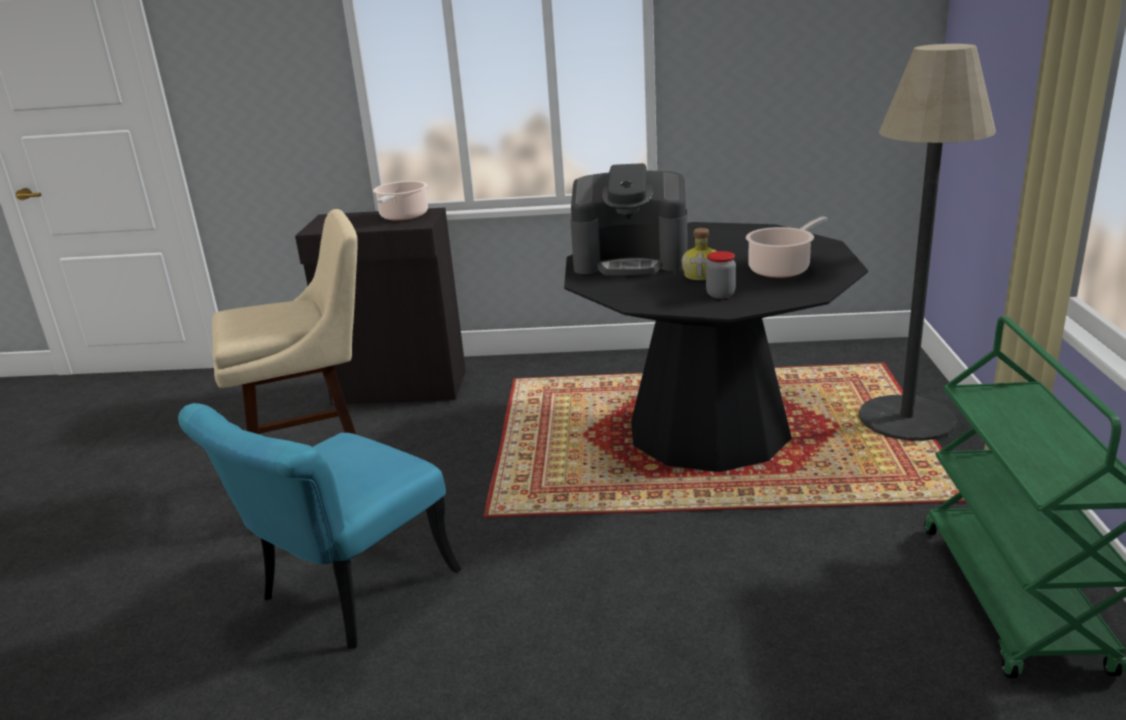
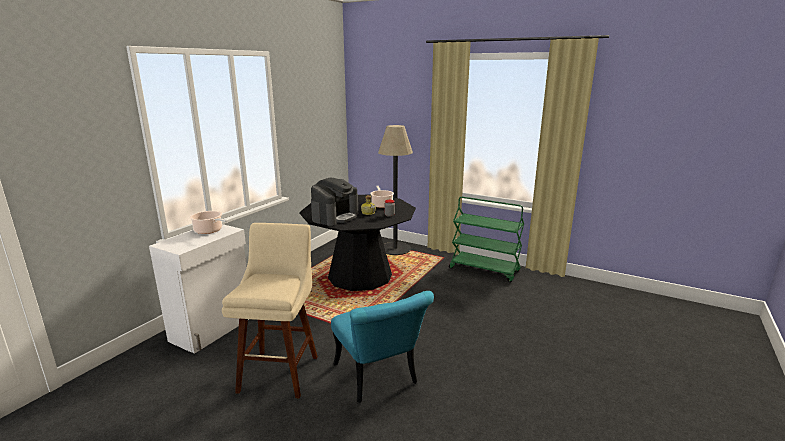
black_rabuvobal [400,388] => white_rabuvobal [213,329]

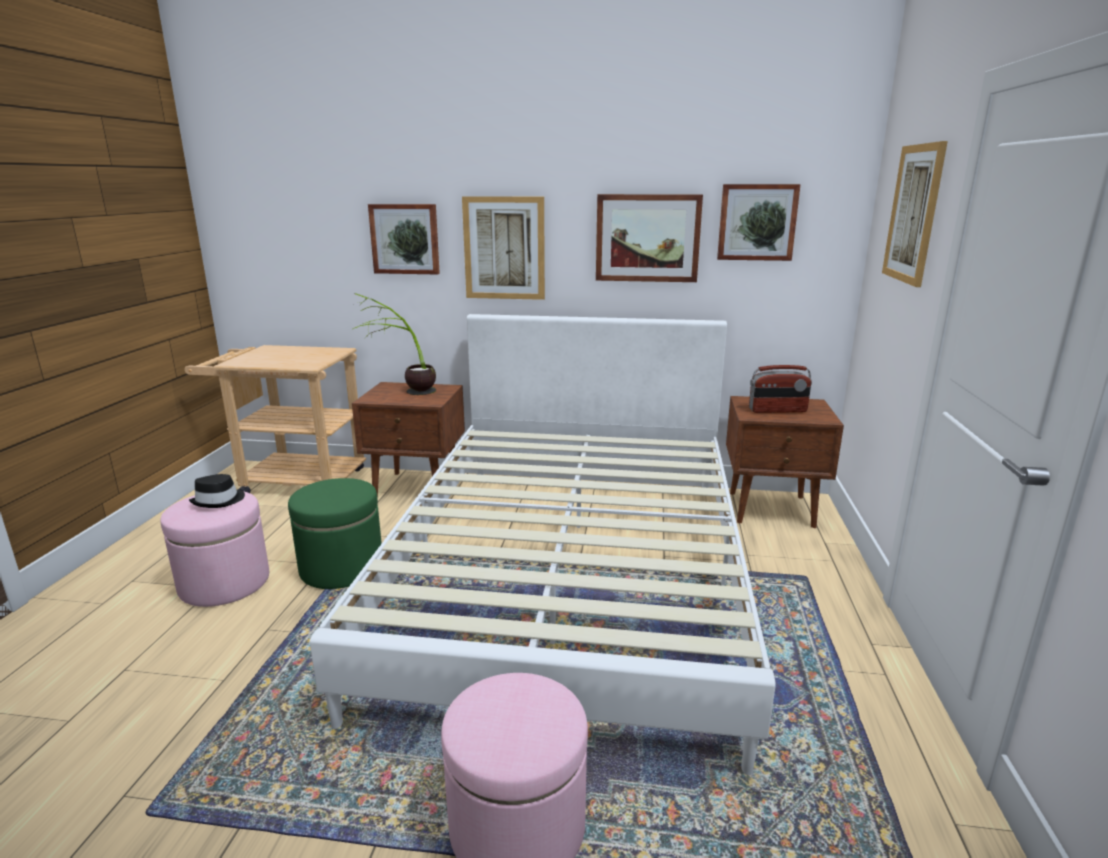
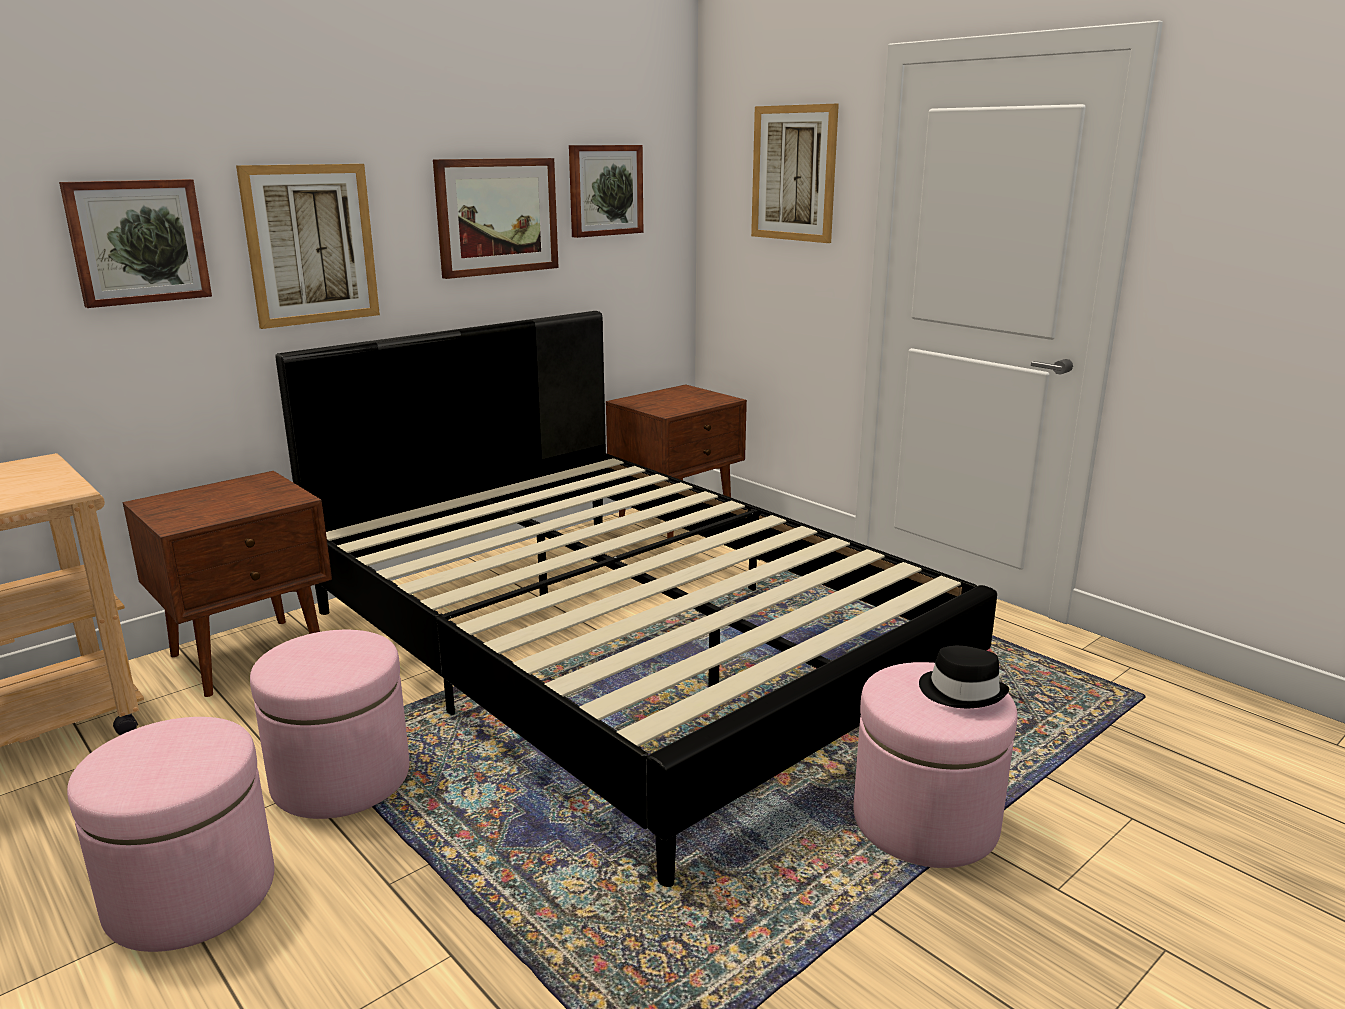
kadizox [403,393] => nothing
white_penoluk [572,577] => black_penoluk [621,647]
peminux [777,410] => nothing
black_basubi [219,501] => black_basubi [962,692], relocated
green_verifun [341,567] => pink_verifun [341,778]

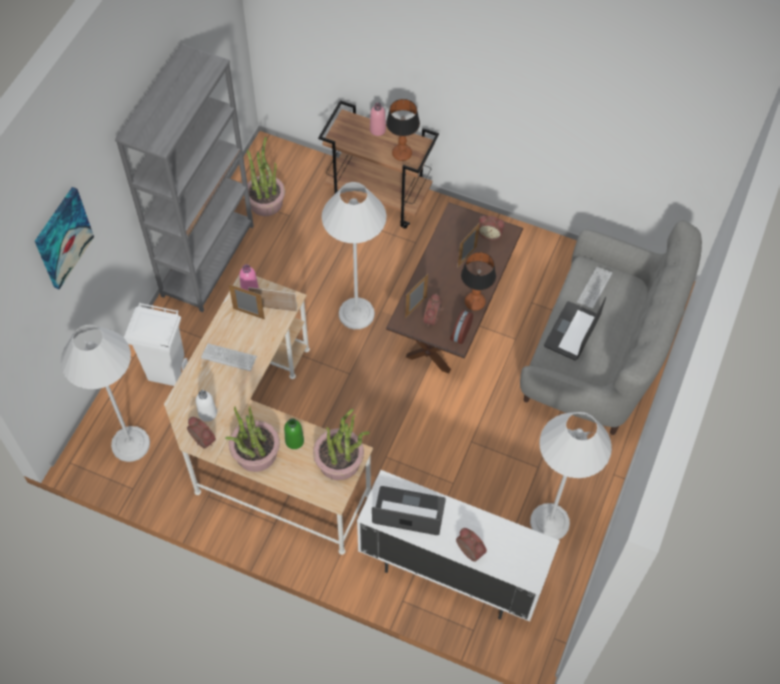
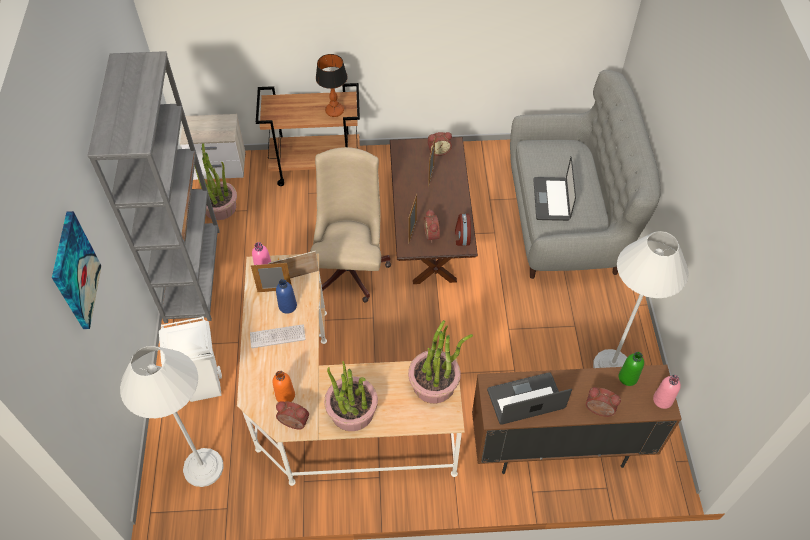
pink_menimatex [377,130] => pink_menimatex [662,400], relocated
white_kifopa [356,313] => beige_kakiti [350,266]
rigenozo [474,303] => nothing
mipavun [594,288] => nothing
white_menimatex [207,413] => orange_menimatex [285,395]
green_menimatex [294,441] => green_menimatex [628,377], relocated
white_rabuvobal [450,573] => brown_rabuvobal [558,447]
nothing => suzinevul [220,166]
nothing => blue_menimatex [287,306]

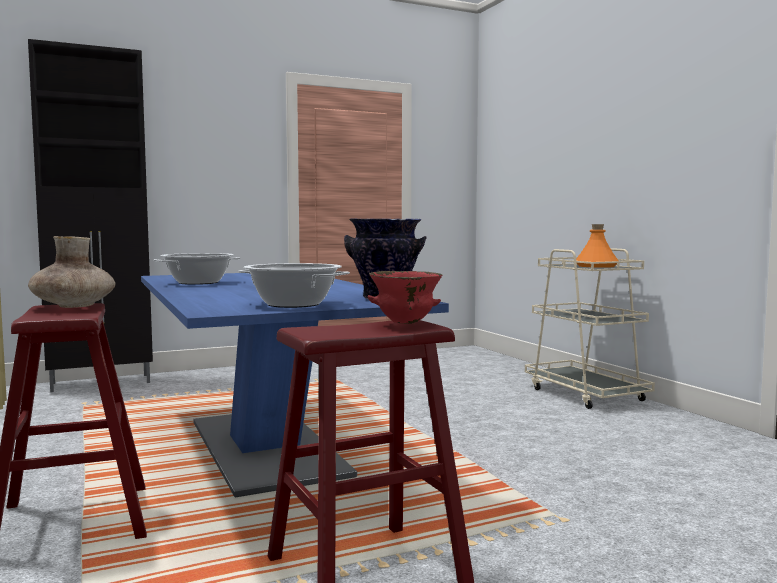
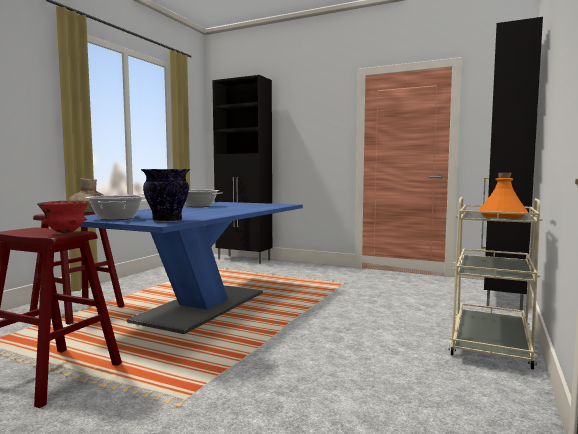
nothing => black_rabuvobal [502,299]

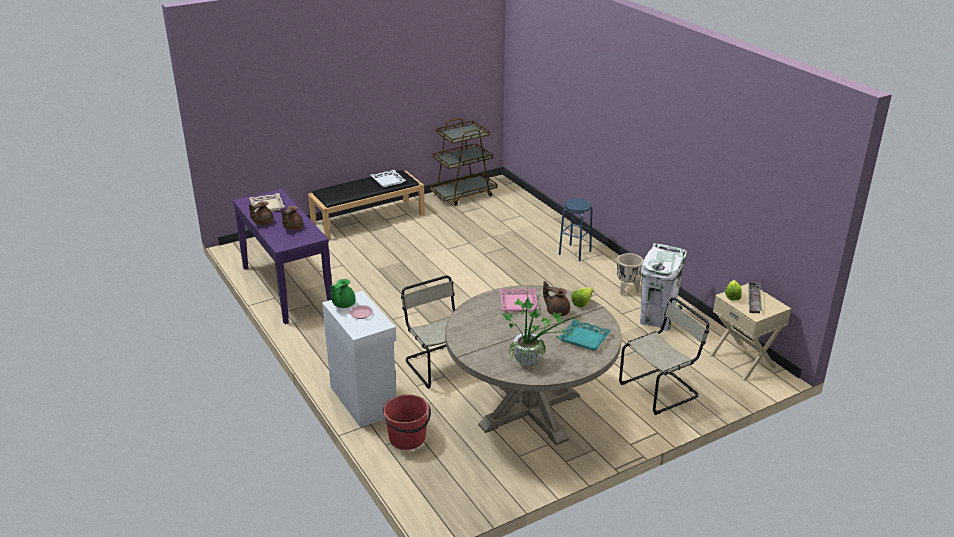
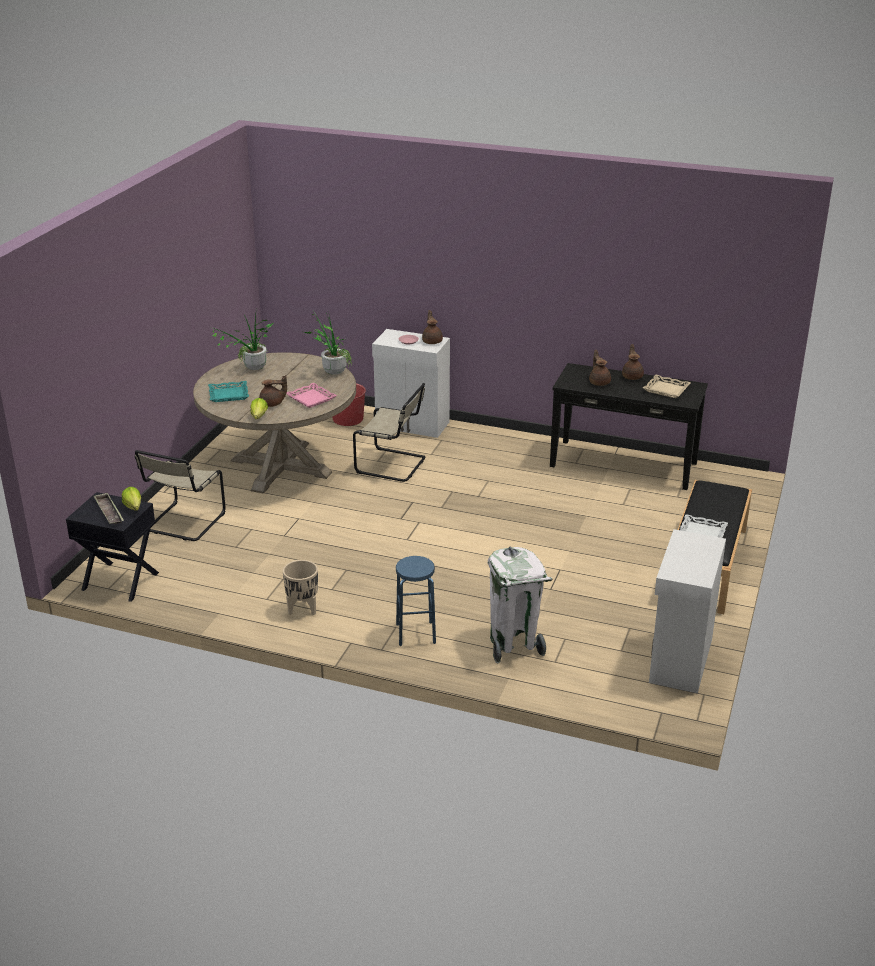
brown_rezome [463,194] => white_rabuvobal [679,661]
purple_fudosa [286,288] => black_fudosa [623,464]
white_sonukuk [657,320] => white_sonukuk [514,644], relocated
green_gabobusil [343,304] => brown_gabobusil [432,341]
beige_suzinevul [743,361] => black_suzinevul [120,582]
nothing => kadizox [331,371]

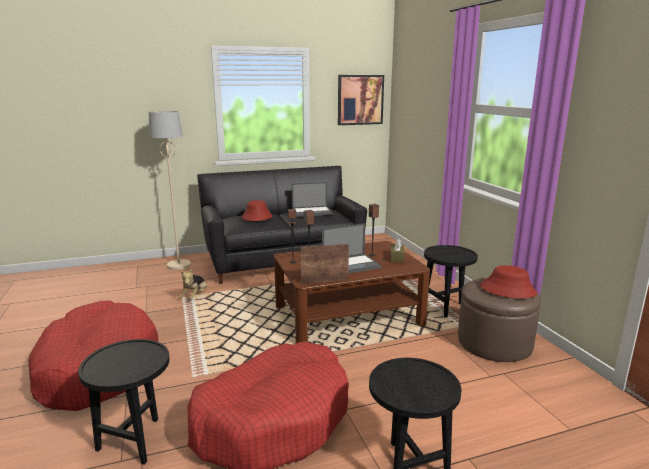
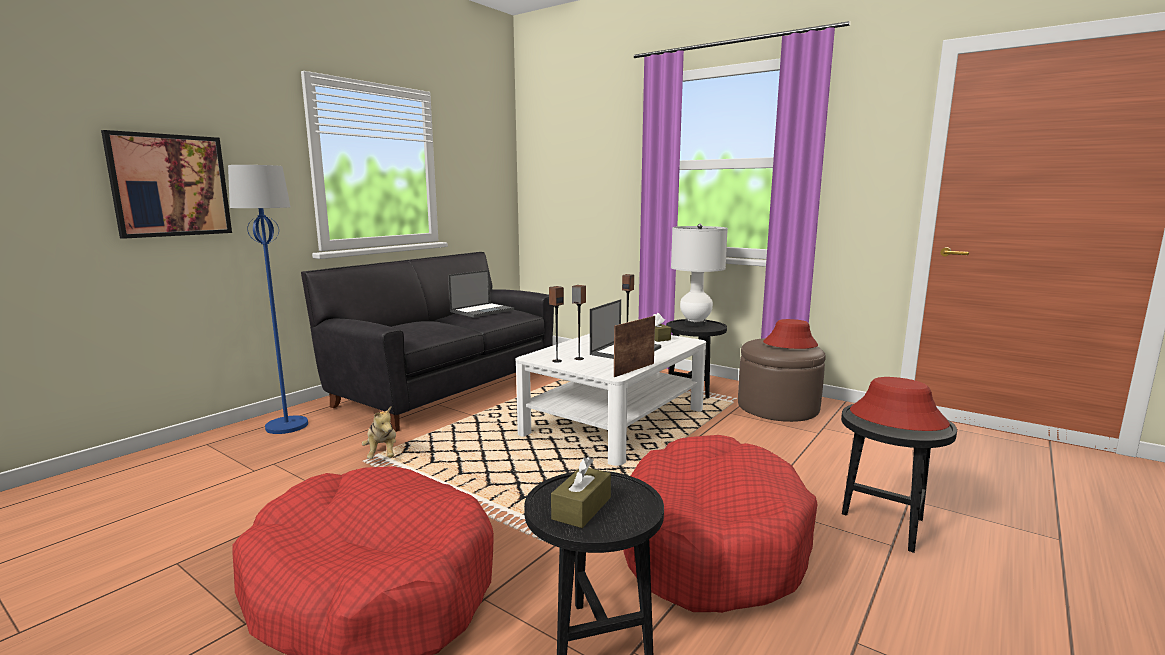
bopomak [360,100] => bopomak [170,185], relocated
beige_kifopa [179,265] => blue_kifopa [287,426]
red_basubi [256,217] => red_basubi [897,418], relocated
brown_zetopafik [348,315] => white_zetopafik [614,421]
nothing => white_rigenozo [695,324]
nothing => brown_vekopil [581,508]

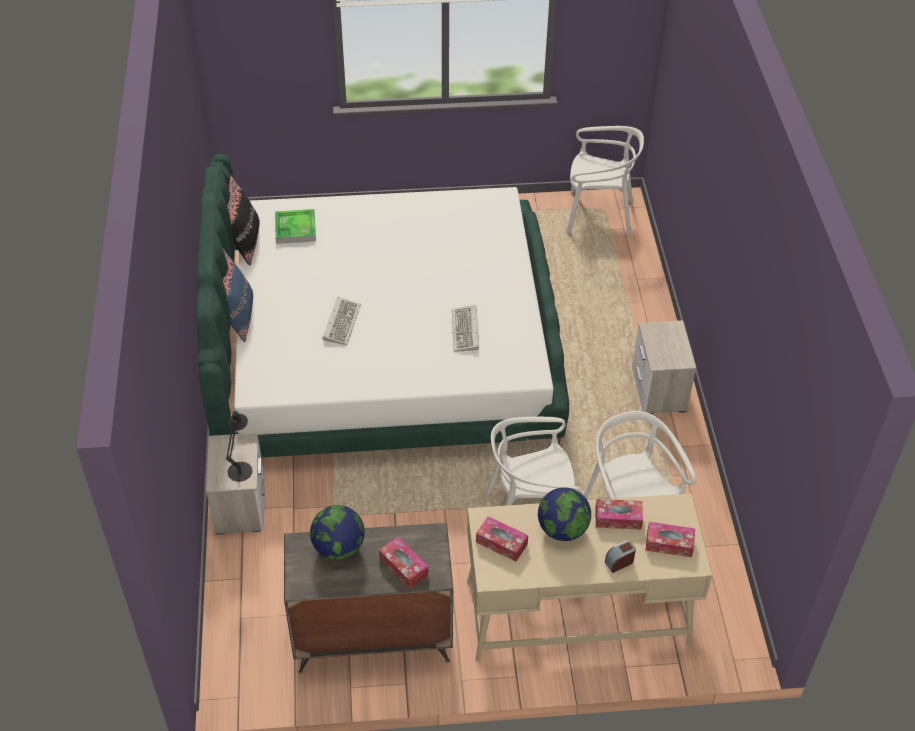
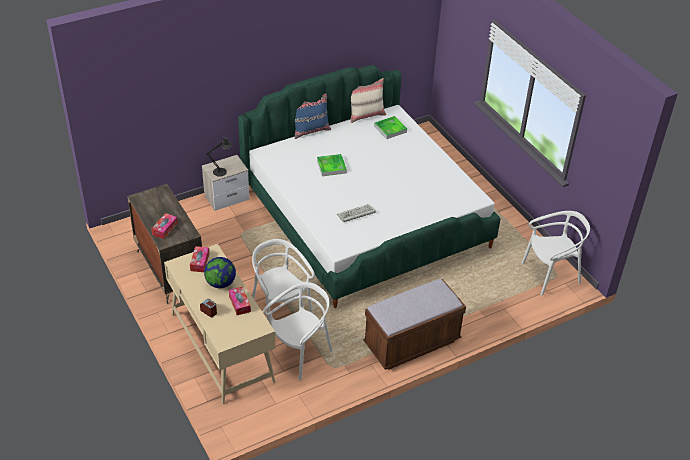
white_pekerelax [598,214] => white_pekerelax [550,275], 90 degrees counterclockwise
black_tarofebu [243,243] => beige_tarofebu [366,115]
mipavun [341,322] => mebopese [331,167]
suzinevul [659,390] => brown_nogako [411,343]
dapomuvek [338,547] => nothing
vekopil [669,544] => nothing

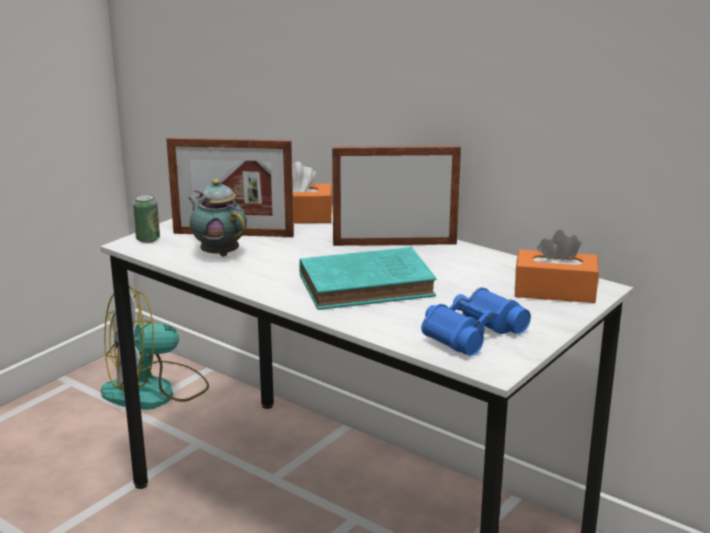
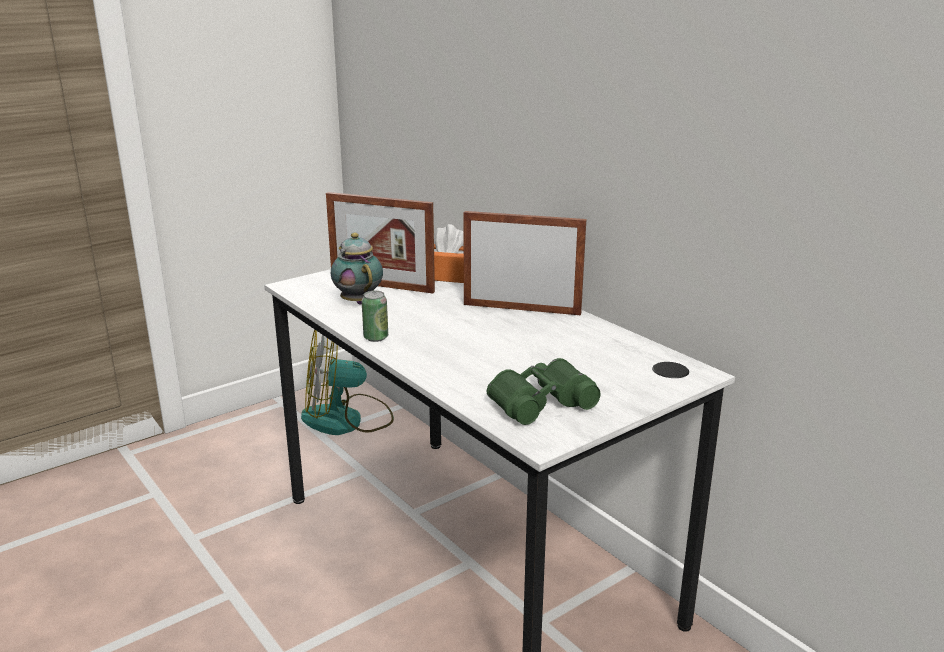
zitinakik [148,239] => zitinakik [376,337], relocated
orange_vekopil [554,291] => nothing
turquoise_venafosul [370,285] => nothing
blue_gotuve [471,332] => green_gotuve [540,401]

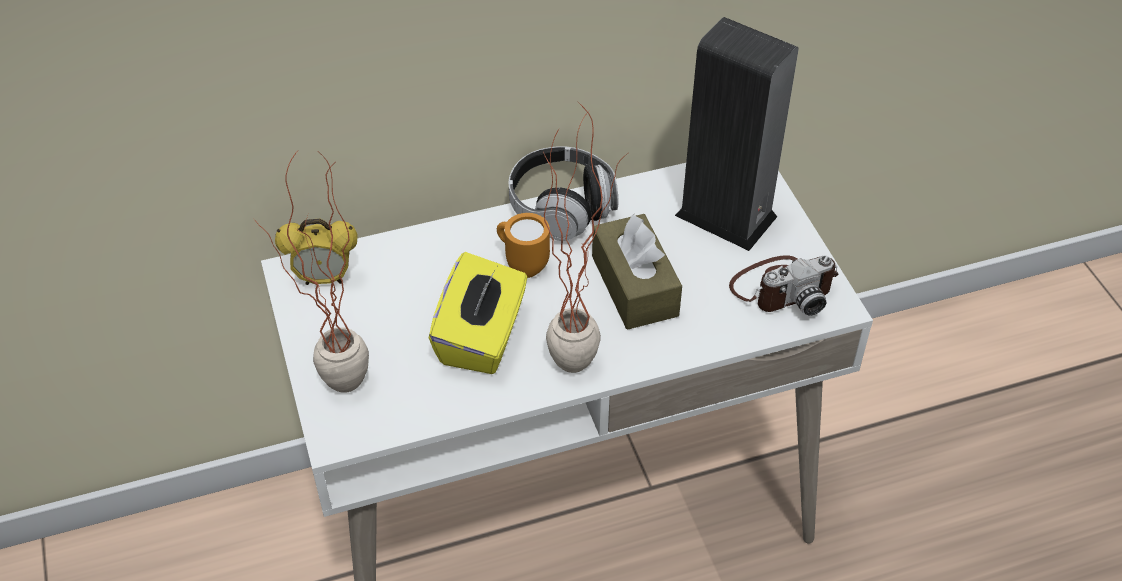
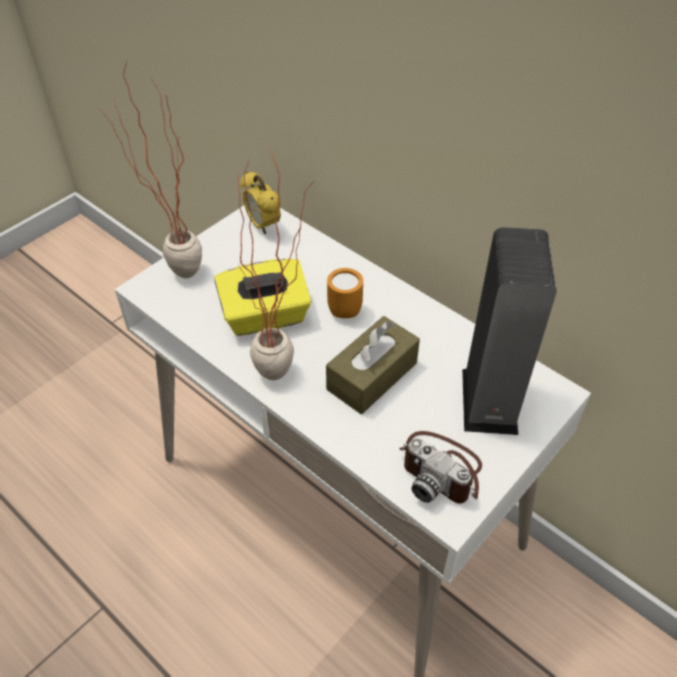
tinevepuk [562,208] => nothing

